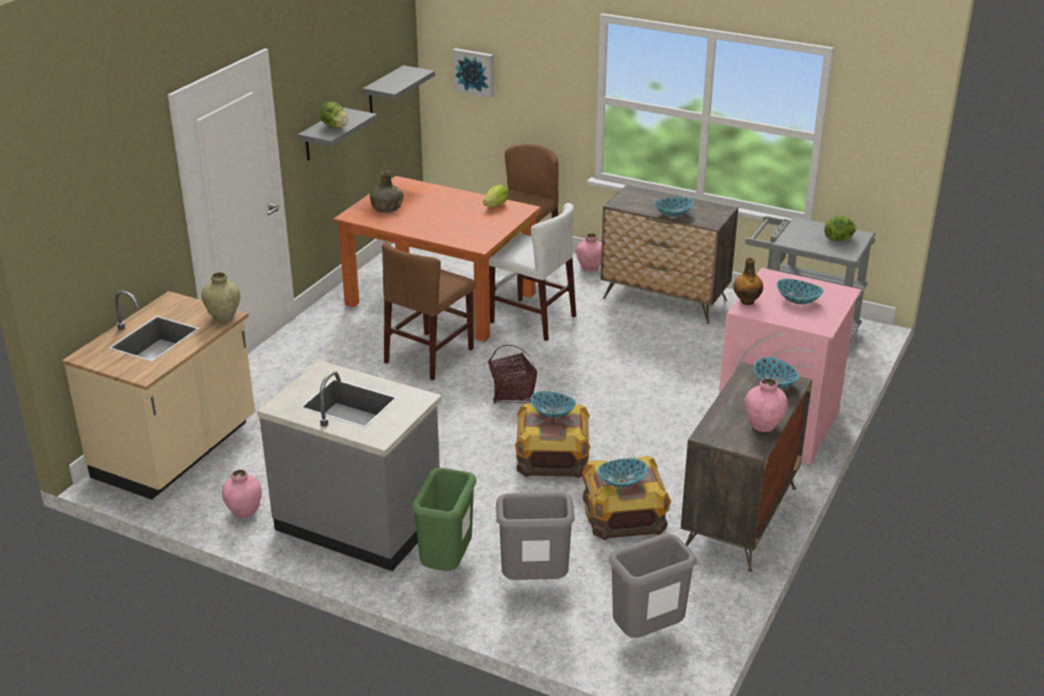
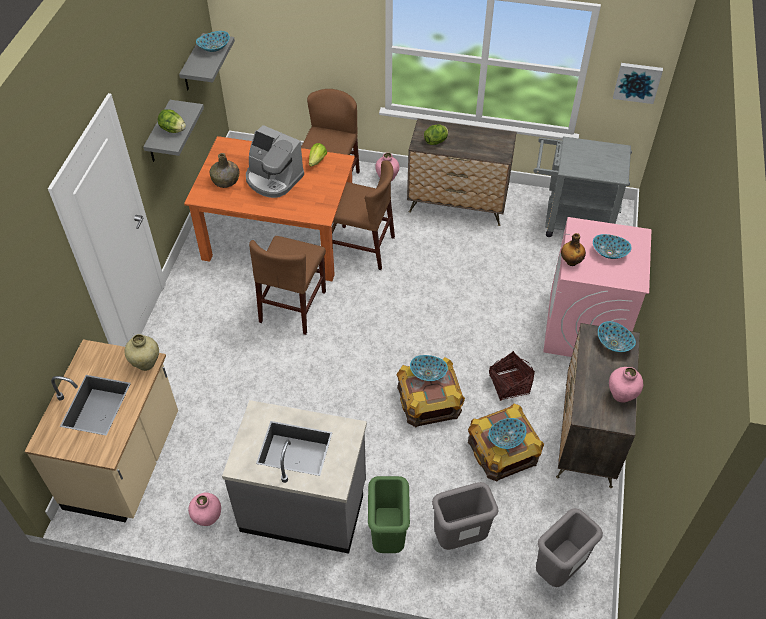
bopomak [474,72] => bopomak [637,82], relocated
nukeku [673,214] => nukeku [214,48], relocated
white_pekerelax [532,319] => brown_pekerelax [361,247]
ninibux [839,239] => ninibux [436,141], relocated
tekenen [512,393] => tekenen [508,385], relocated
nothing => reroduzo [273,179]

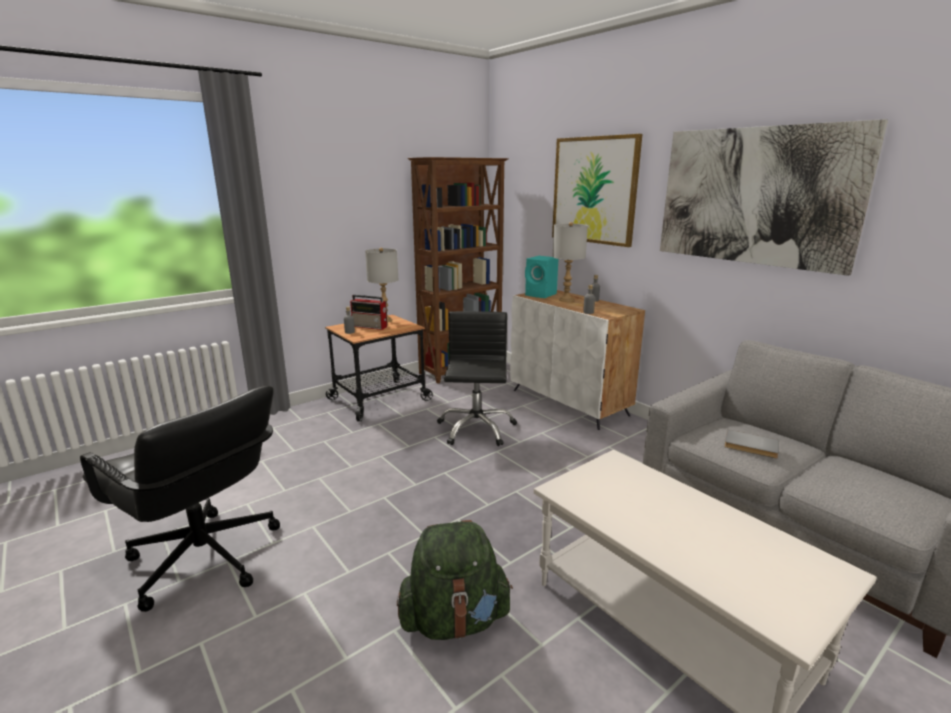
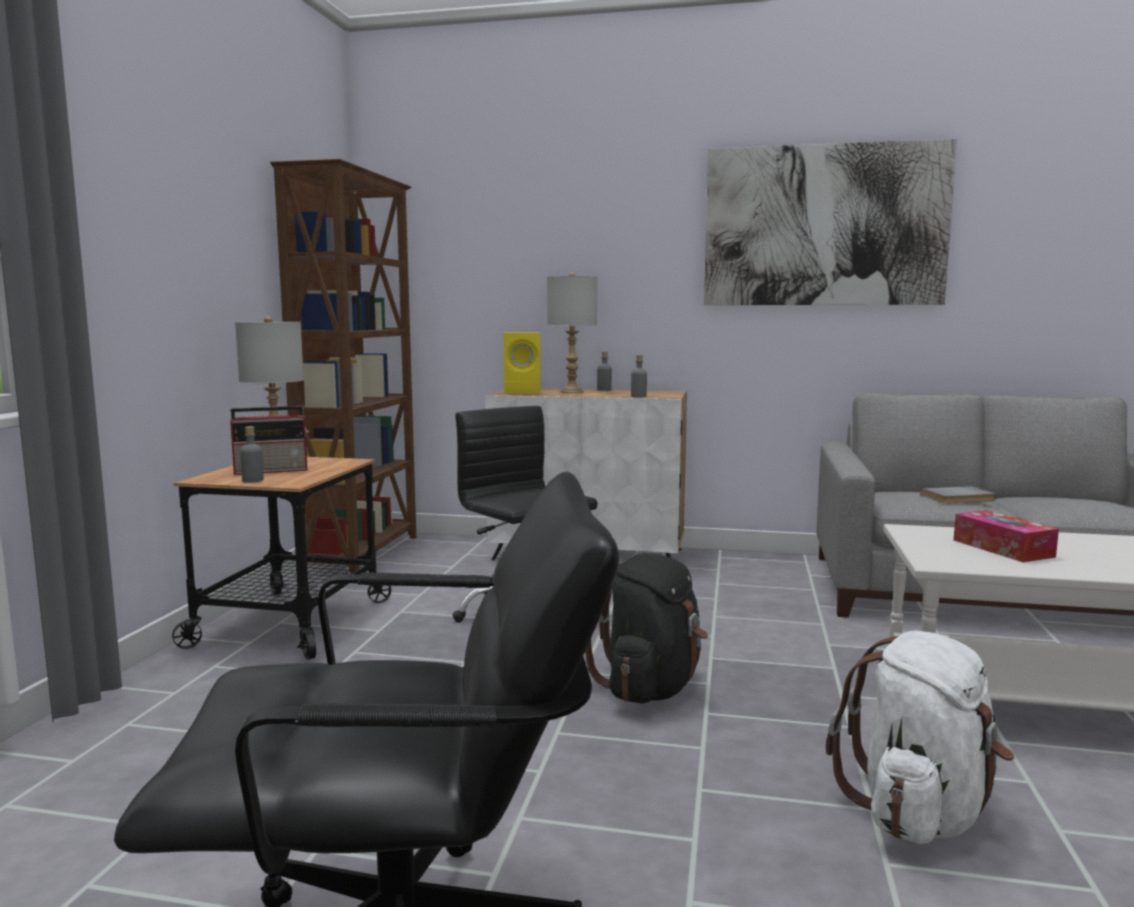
bopomak [594,190] => nothing
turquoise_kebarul [541,295] => yellow_kebarul [523,391]
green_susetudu [455,620] => white_susetudu [920,811]
nothing => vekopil [1002,548]
nothing => black_susetudu [649,687]

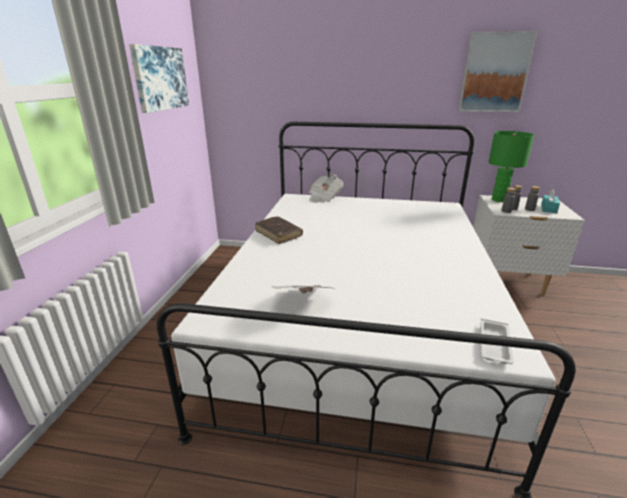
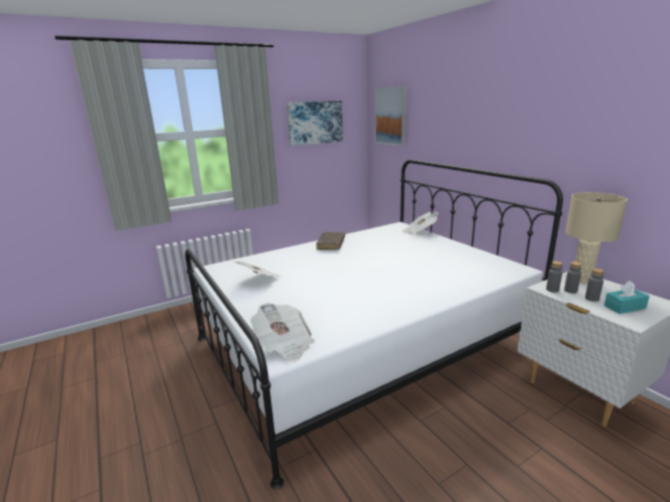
bopomak [495,73] => bopomak [391,116], relocated
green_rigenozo [499,200] => beige_rigenozo [581,279]
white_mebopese [494,345] => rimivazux [284,345]

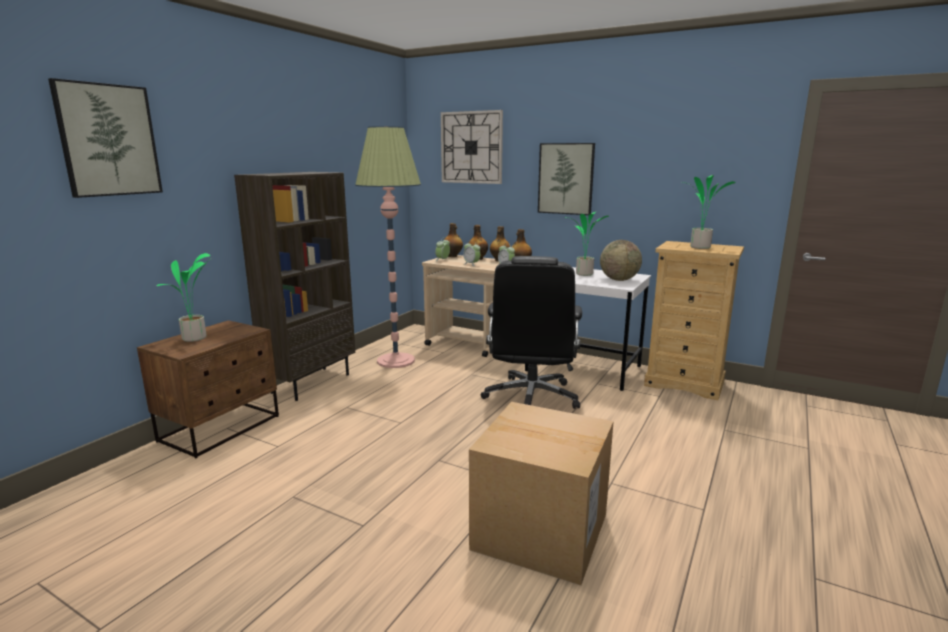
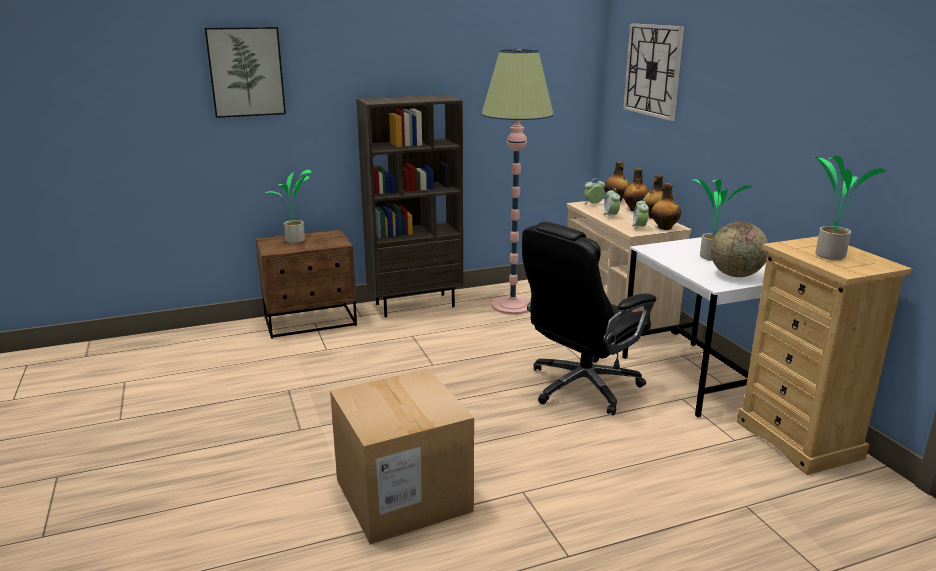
bopomak [566,178] => nothing

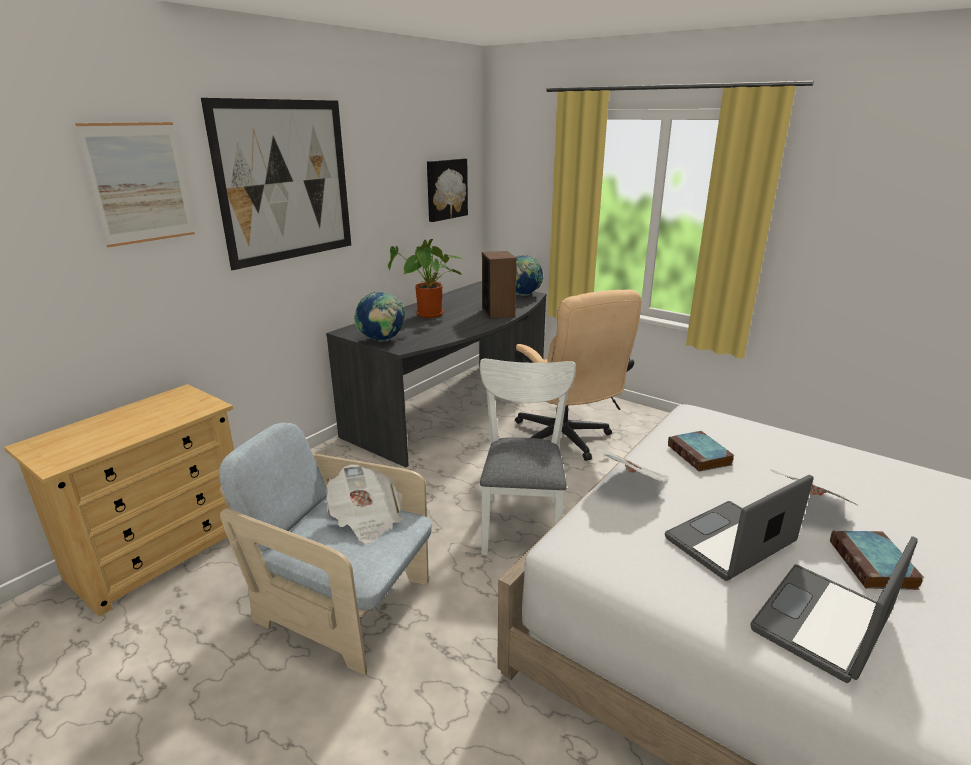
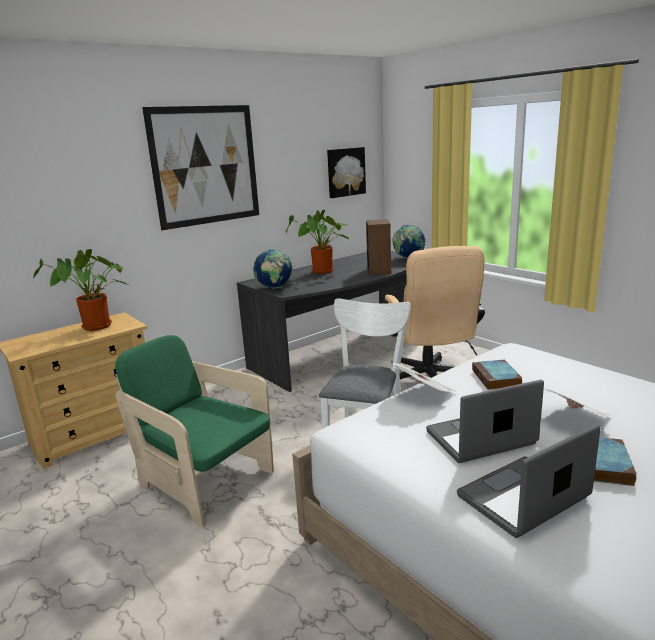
bopomak [139,183] => nothing
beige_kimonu [342,606] => green_kimonu [204,481]
rimivazux [365,519] => nothing
nothing => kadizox [95,327]

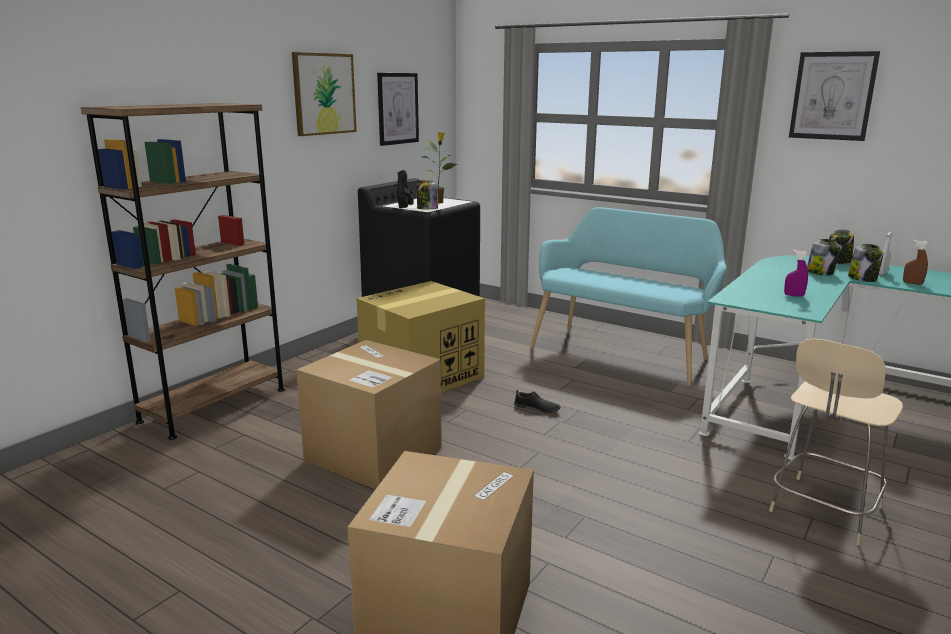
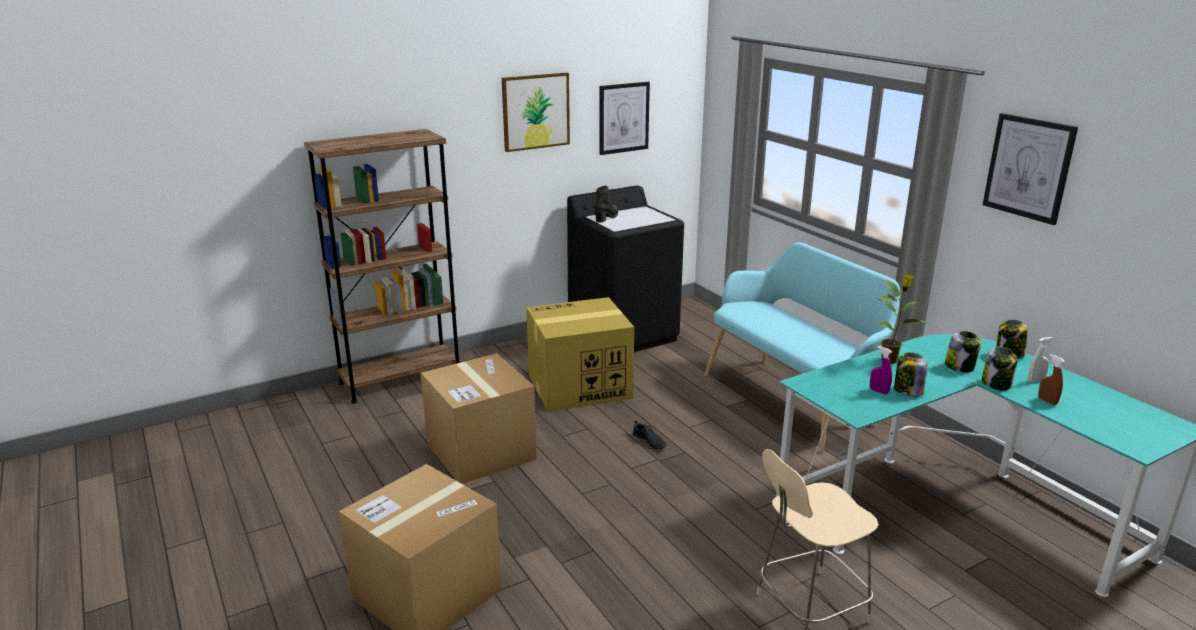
kadizox [438,202] => kadizox [890,360], relocated
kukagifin [427,209] => kukagifin [907,391], relocated

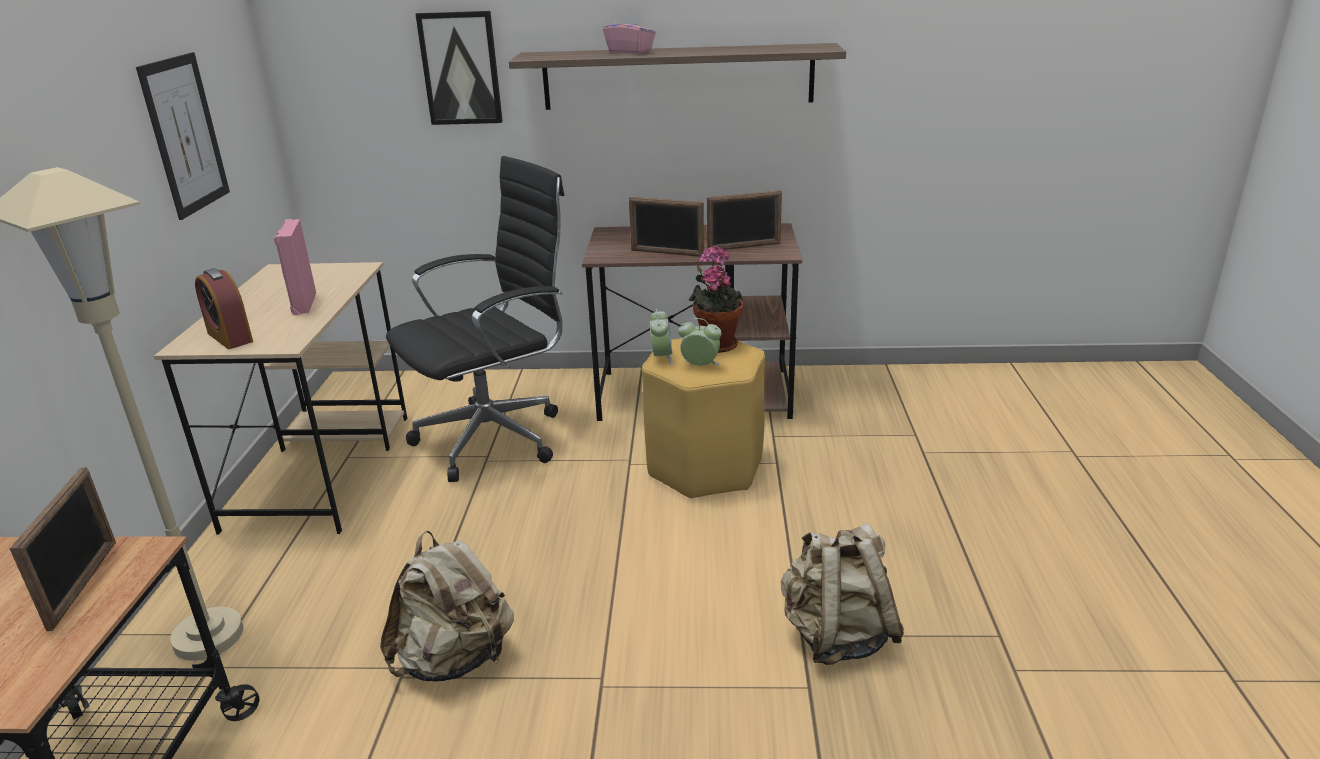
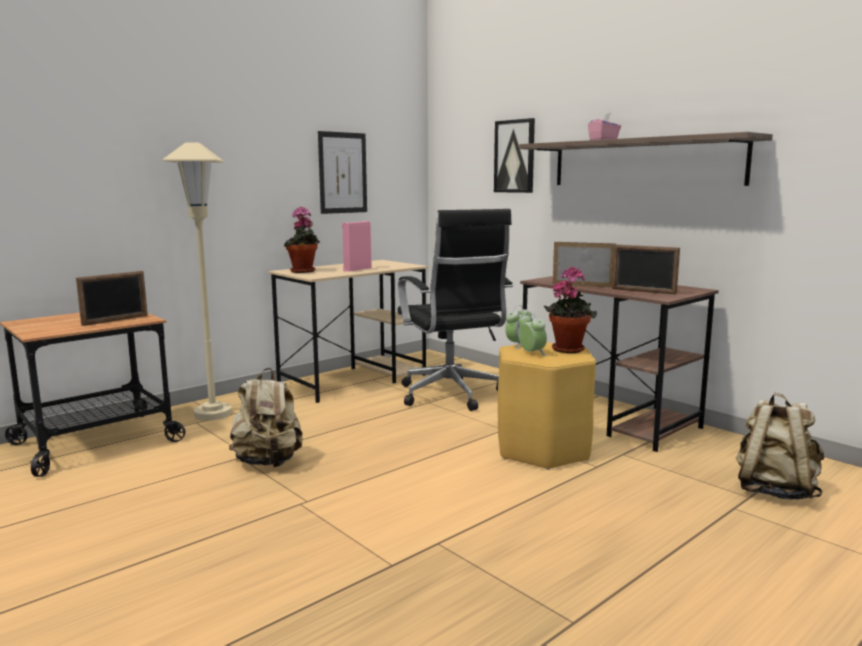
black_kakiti [497,437] => black_kakiti [452,396], 60 degrees clockwise
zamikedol [667,253] => zamikedol [582,285], 135 degrees clockwise
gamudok [230,337] => kadizox [303,271]
beige_susetudu [836,636] => beige_susetudu [774,490], relocated

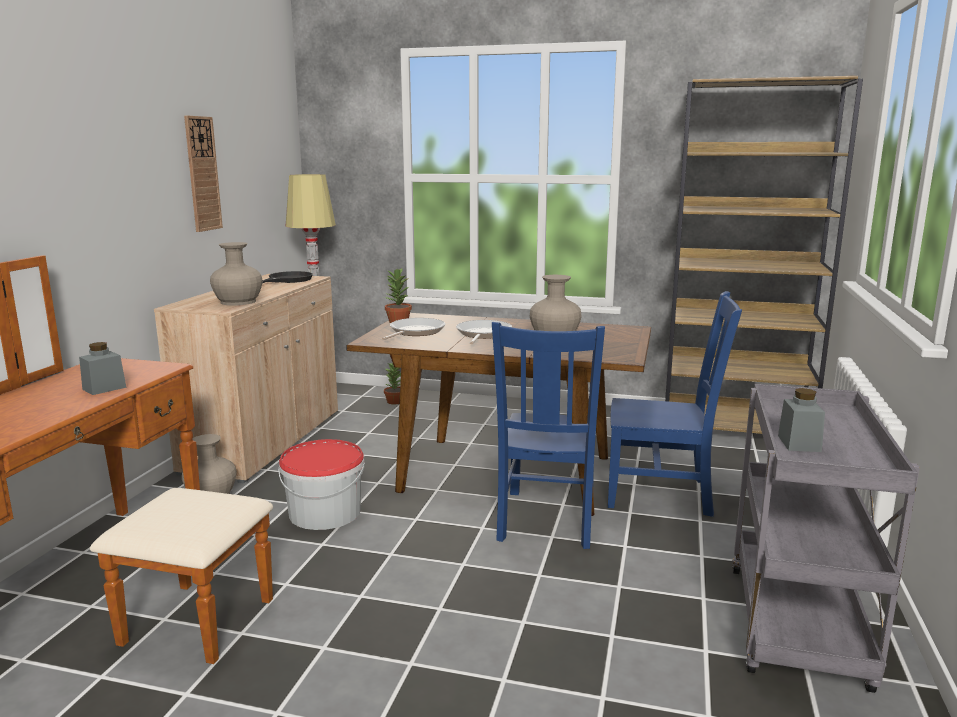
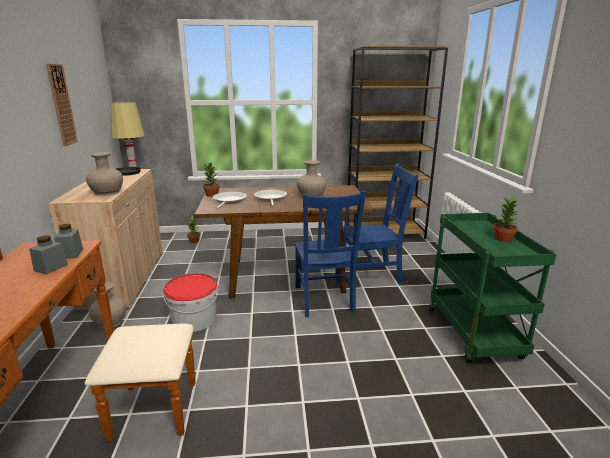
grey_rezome [798,630] => green_rezome [474,335]
grey_kukagifin [799,443] => grey_kukagifin [71,254], relocated
nothing => kadizox [503,239]

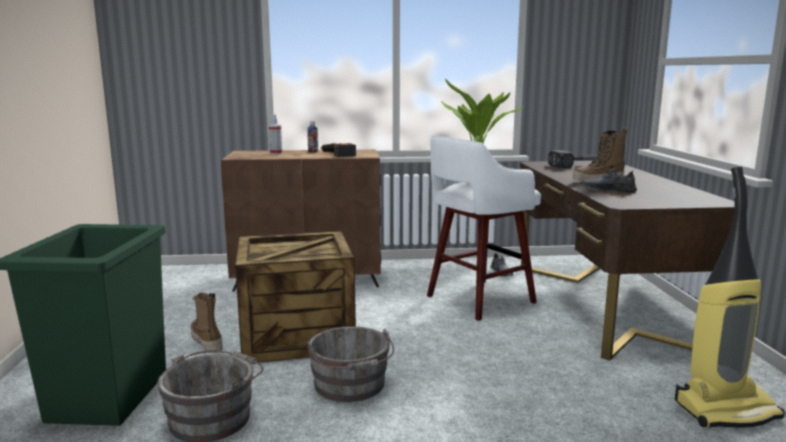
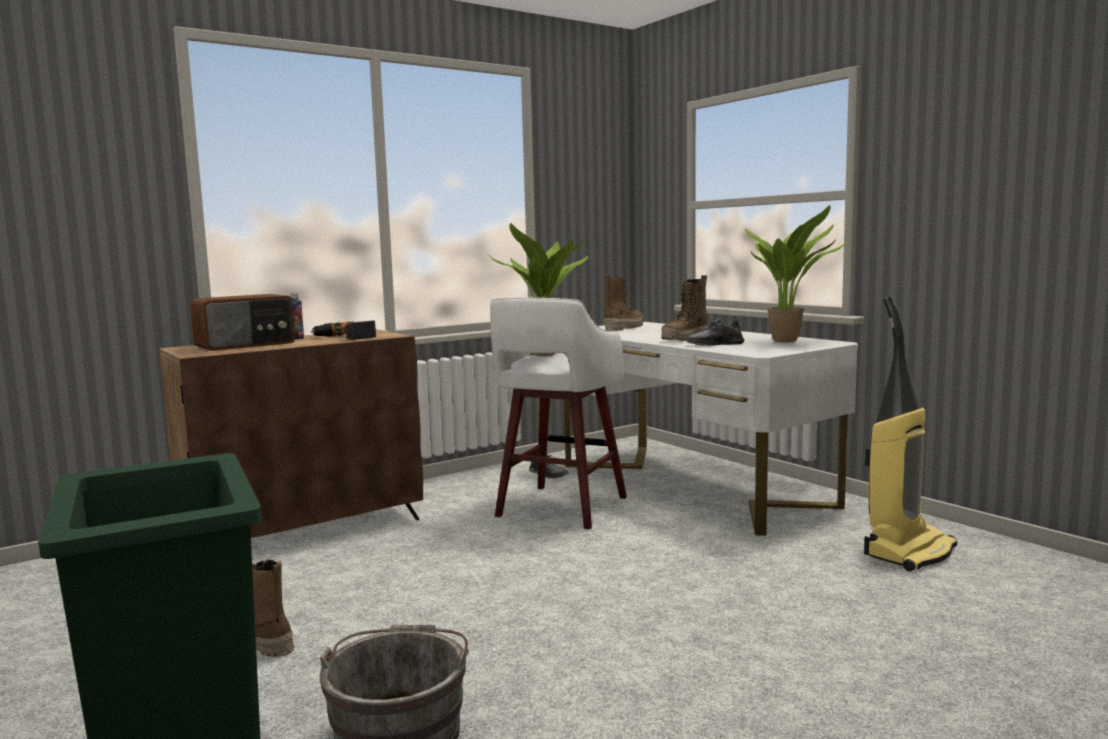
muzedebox [276,153] => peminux [246,344]
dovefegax [577,165] => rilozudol [623,328]
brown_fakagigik [601,304] => white_fakagigik [691,485]
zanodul [297,336] => nothing
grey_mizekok [351,386] => nothing
nothing => kadizox [789,341]

